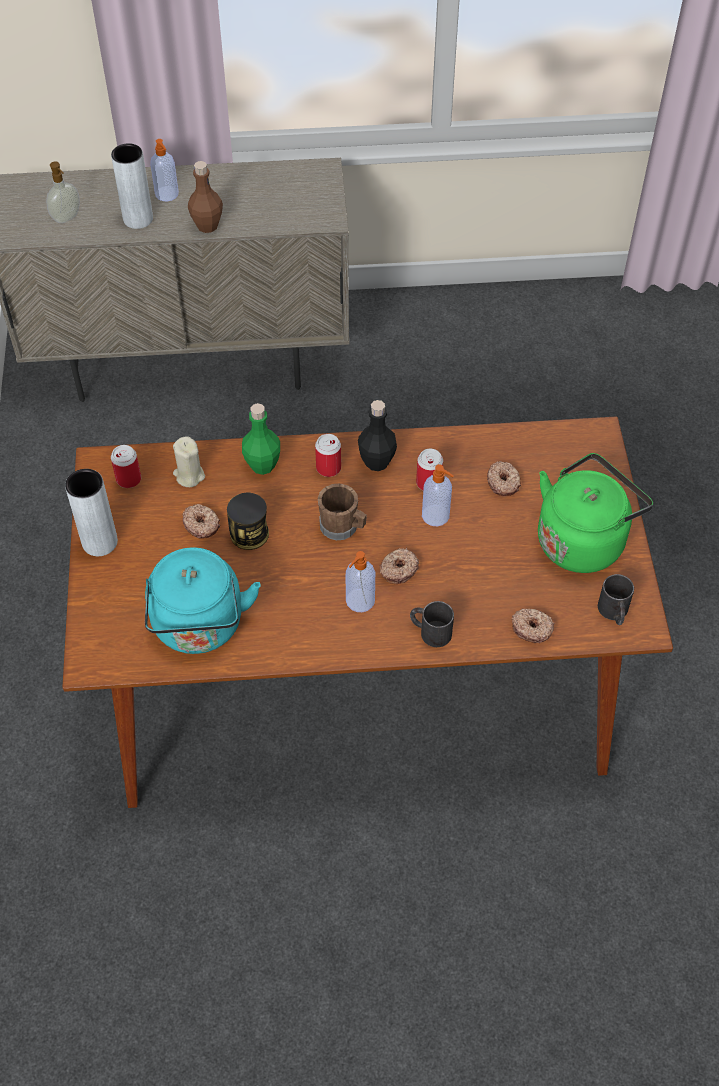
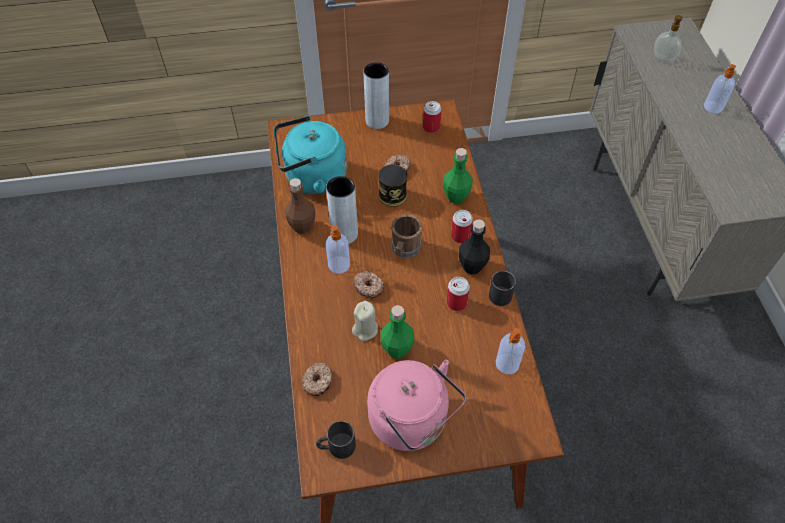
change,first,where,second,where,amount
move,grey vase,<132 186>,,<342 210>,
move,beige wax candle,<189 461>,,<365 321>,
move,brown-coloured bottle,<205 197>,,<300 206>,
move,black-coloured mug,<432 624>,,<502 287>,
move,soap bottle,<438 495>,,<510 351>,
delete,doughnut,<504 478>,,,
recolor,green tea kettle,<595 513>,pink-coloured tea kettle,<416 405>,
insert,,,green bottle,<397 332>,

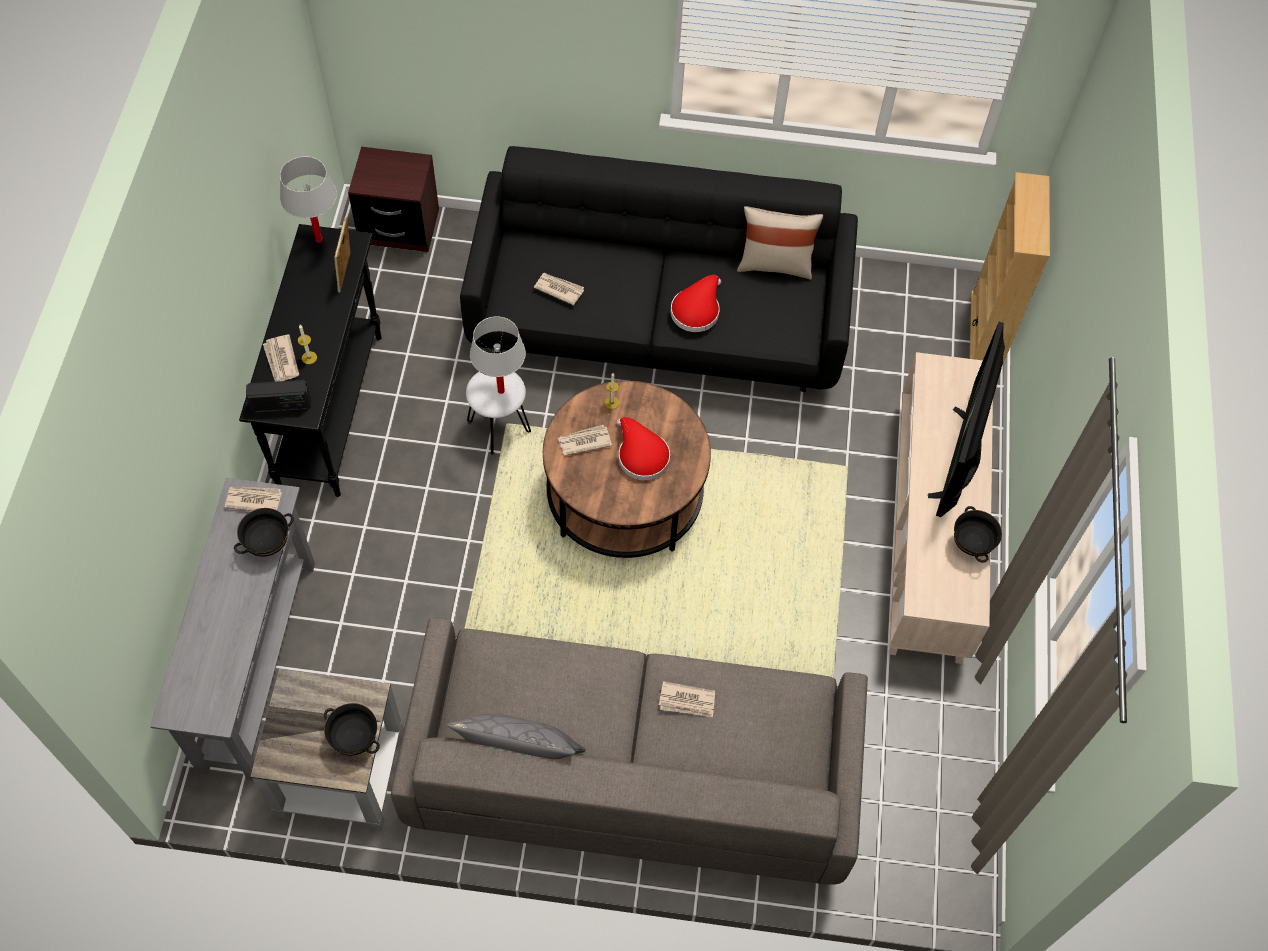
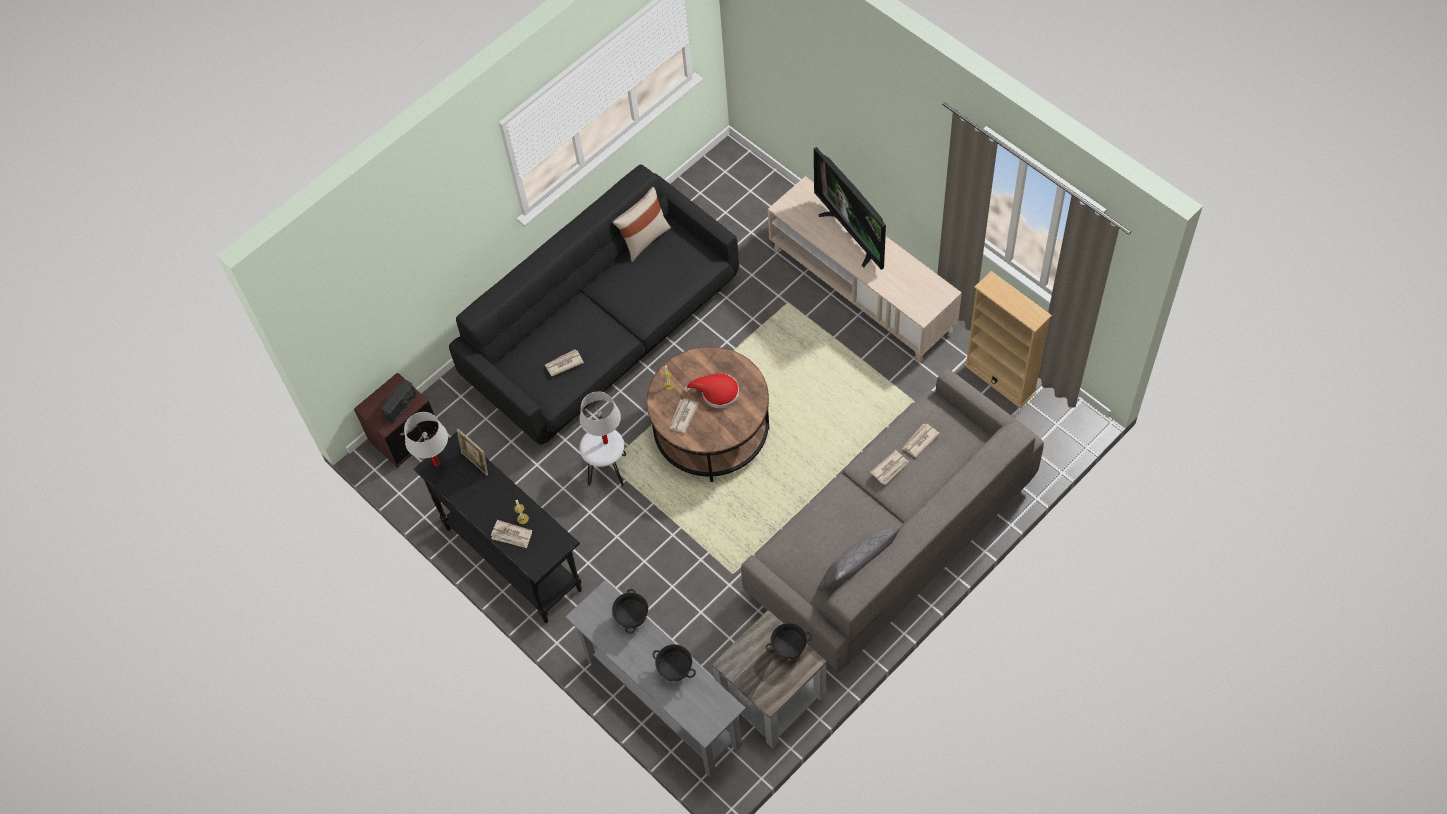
change,first,where,second,where,amount
move,printed paper,<253 499>,,<921 440>,
move,radio set,<278 396>,,<398 402>,
delete,red clothing hat,<696 303>,,,
move,black-coloured deep dish,<978 534>,,<674 662>,
move,beige shelving unit,<1010 267>,,<1008 339>,

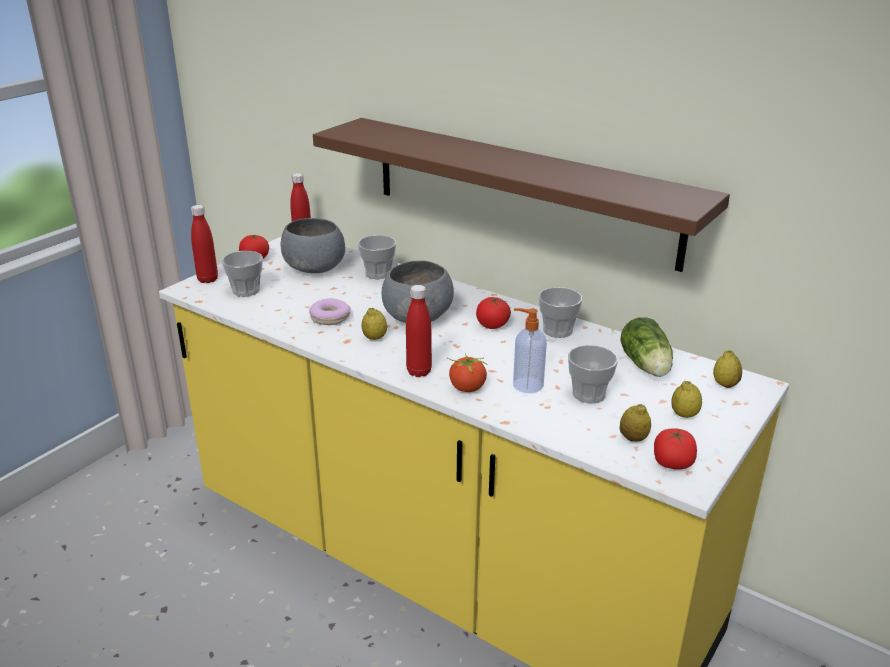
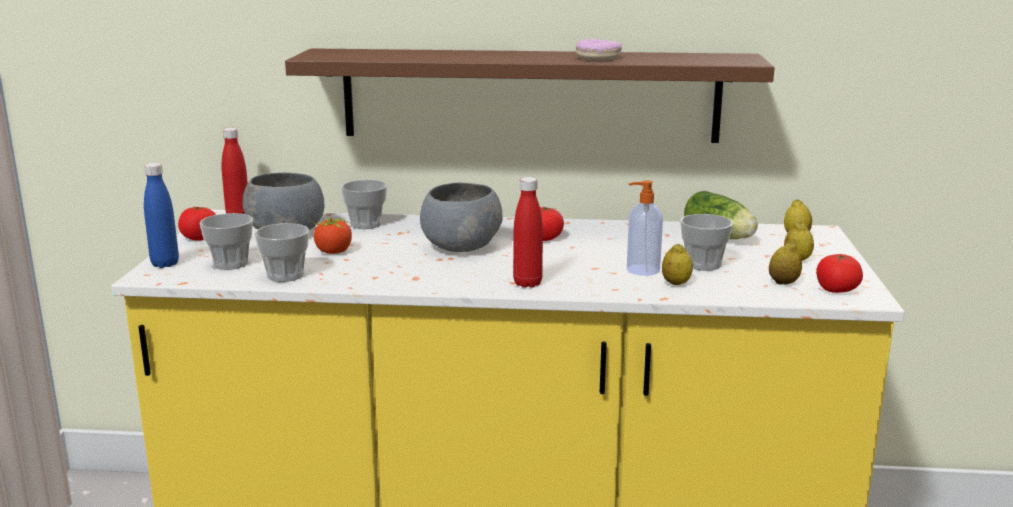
change,first,where,second,where,amount
recolor,red bottle,<204 244>,blue-coloured bottle,<161 215>,
move,doughnut,<330 311>,,<599 49>,
move,citrus fruit,<374 324>,,<677 264>,
move,tomato,<467 372>,,<331 235>,
move,small cup,<560 312>,,<281 252>,

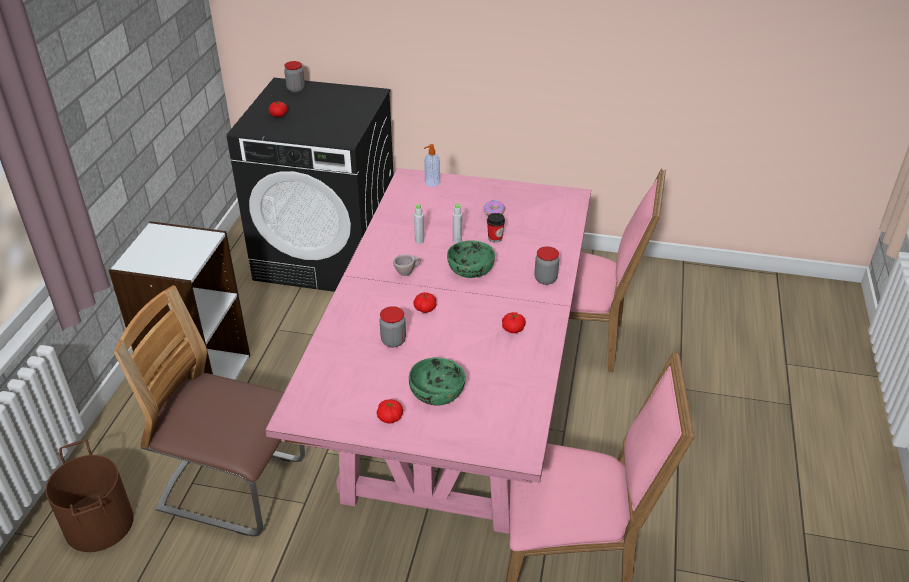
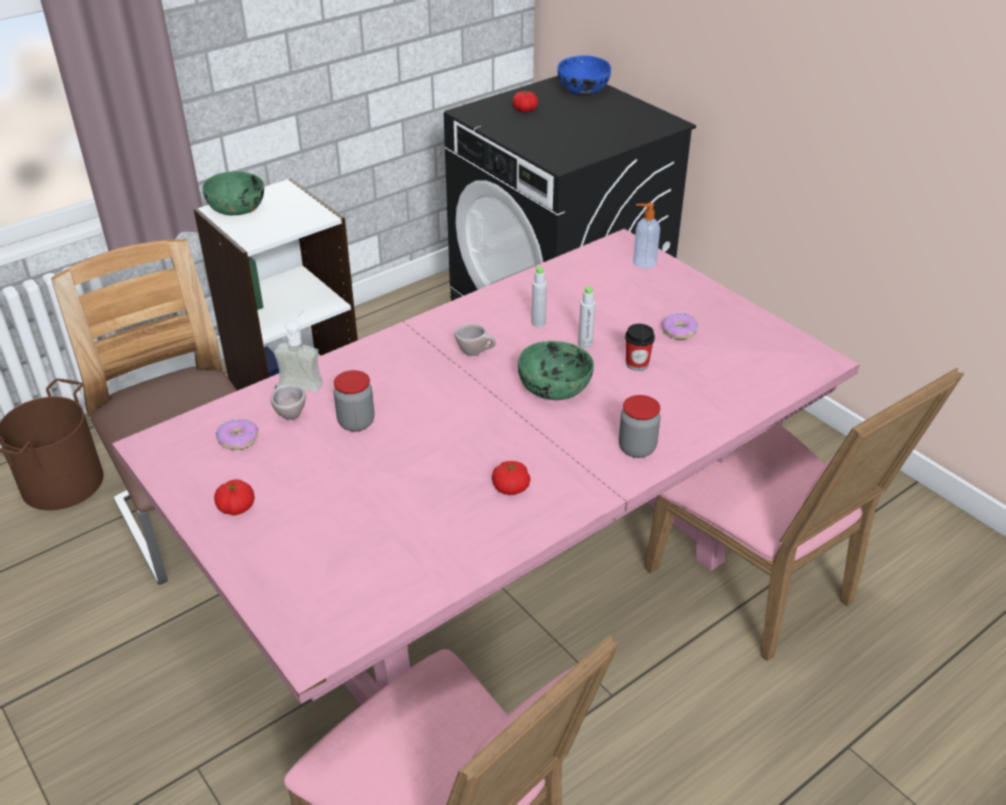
change,first,where,second,where,amount
replace,storage jar,<294 76>,blue-coloured deep dish,<584 75>,
move,green deep dish,<437 381>,,<233 193>,
delete,tomato,<424 302>,,,
insert,,,doughnut,<237 434>,
insert,,,beige small cup,<288 401>,
insert,,,soap bottle,<298 351>,

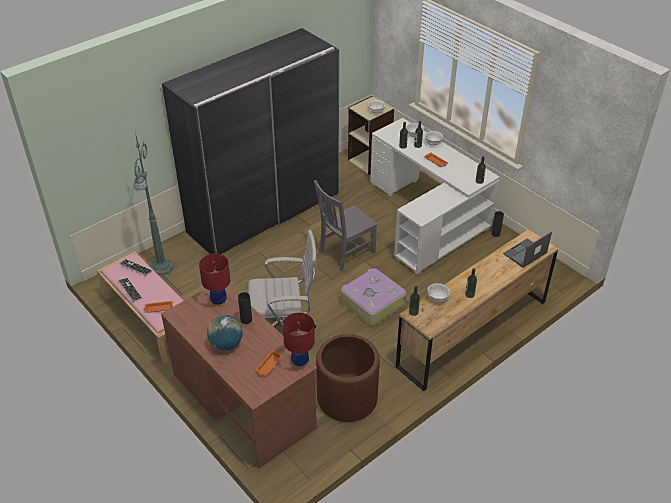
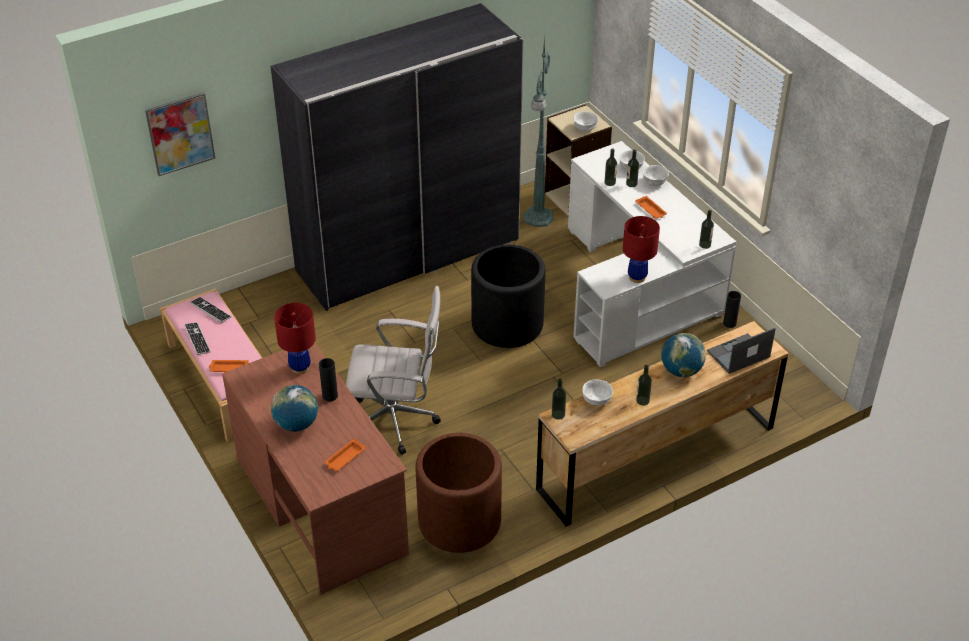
change,first,where,second,where,amount
move,green floor lamp,<154 203>,,<538 131>,
move,red tabletop lamp,<299 340>,,<641 249>,
replace,grey upright chair,<345 226>,black-coloured flower pot,<508 296>,
delete,suitcase,<373 297>,,,
insert,,,wall picture,<180 134>,
insert,,,world globe,<683 355>,

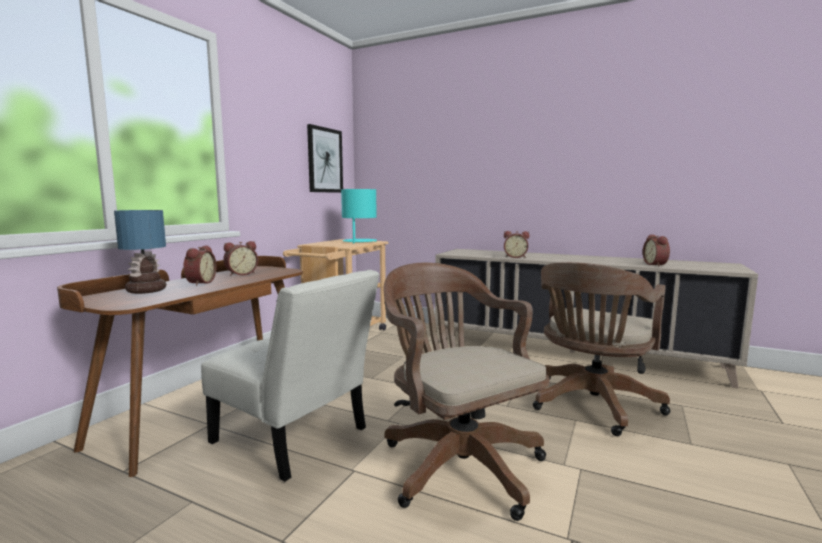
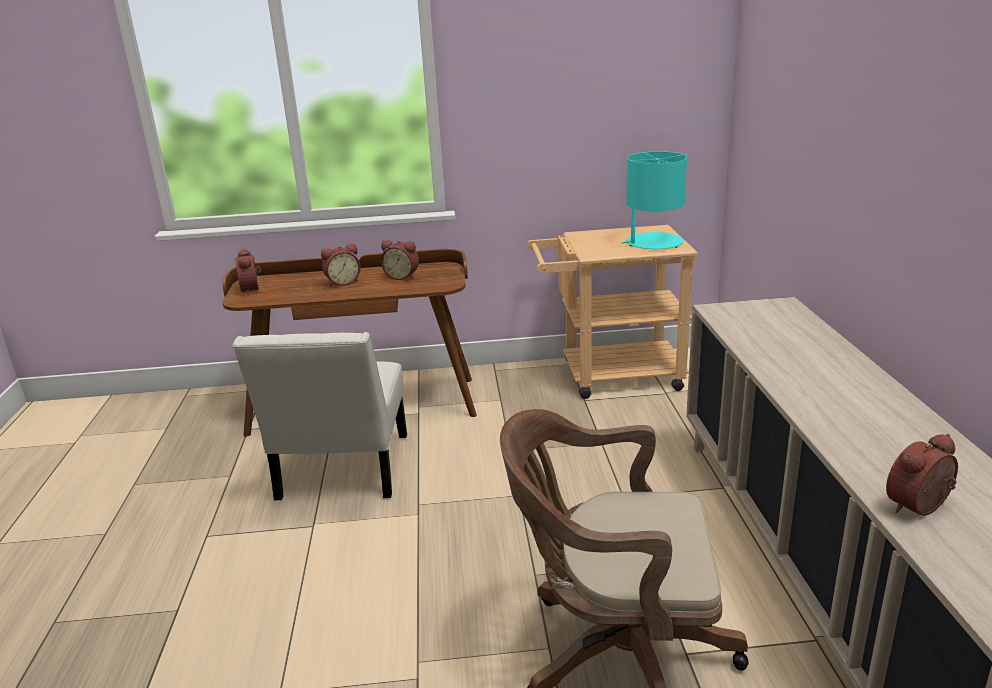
change,first,where,second,where,amount
delete,tabletop lamp,<140 252>,,,
delete,wall picture,<325 158>,,,
delete,brown-coloured computer chair,<466 392>,,,
move,bedside clock,<516 244>,,<248 272>,

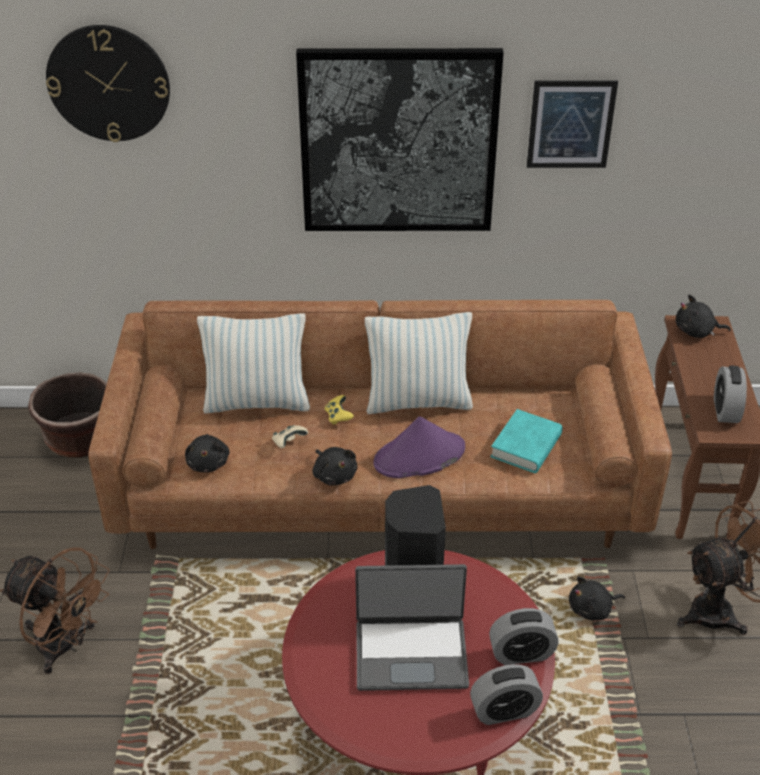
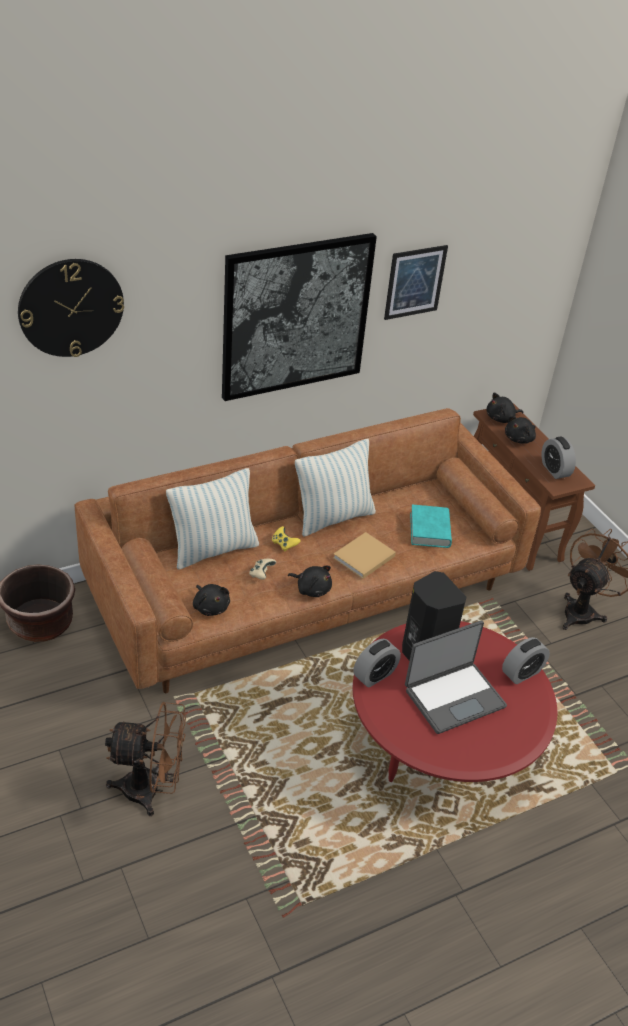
change,first,where,second,where,amount
replace,purple-coloured clothing hat,<419 447>,beige volume,<364 555>,
move,bedside clock,<506 694>,,<377 663>,
move,black-coloured cuddly toy,<597 598>,,<520 429>,

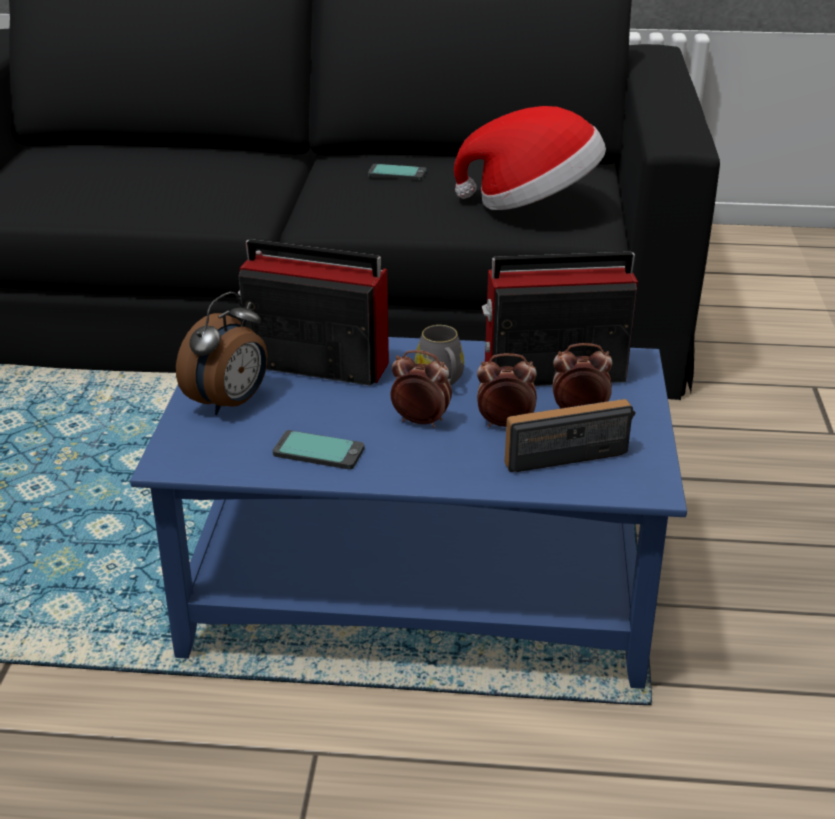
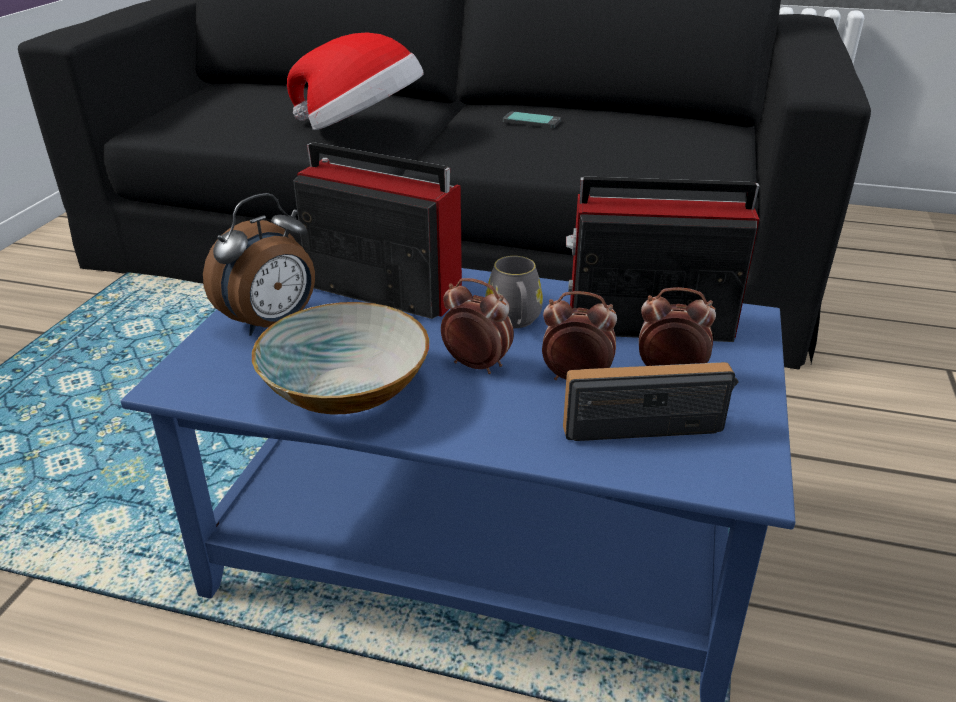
change,first,where,second,where,amount
replace,telephone,<319 450>,deep dish,<340 358>,
move,clothing hat,<530 158>,,<355 81>,

